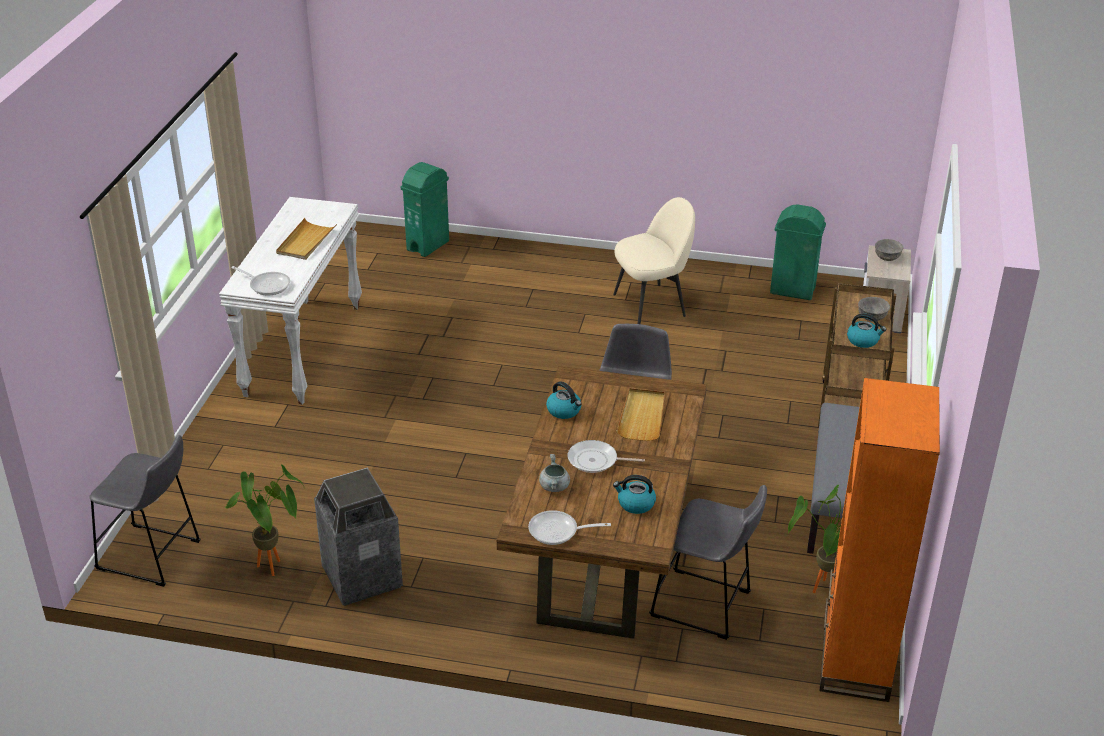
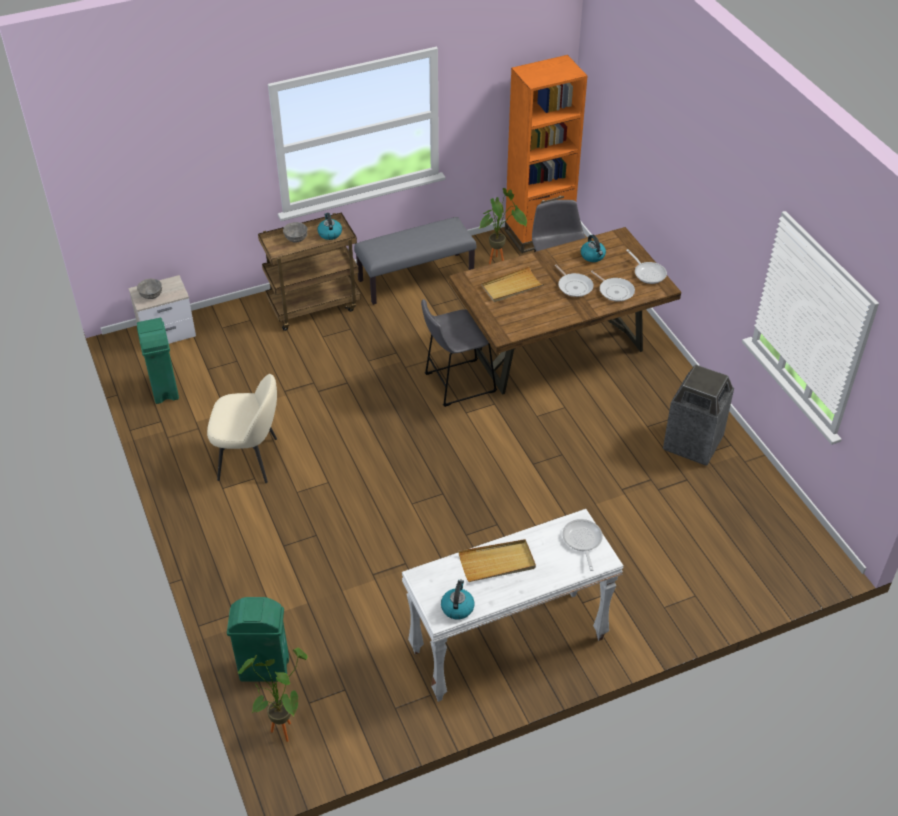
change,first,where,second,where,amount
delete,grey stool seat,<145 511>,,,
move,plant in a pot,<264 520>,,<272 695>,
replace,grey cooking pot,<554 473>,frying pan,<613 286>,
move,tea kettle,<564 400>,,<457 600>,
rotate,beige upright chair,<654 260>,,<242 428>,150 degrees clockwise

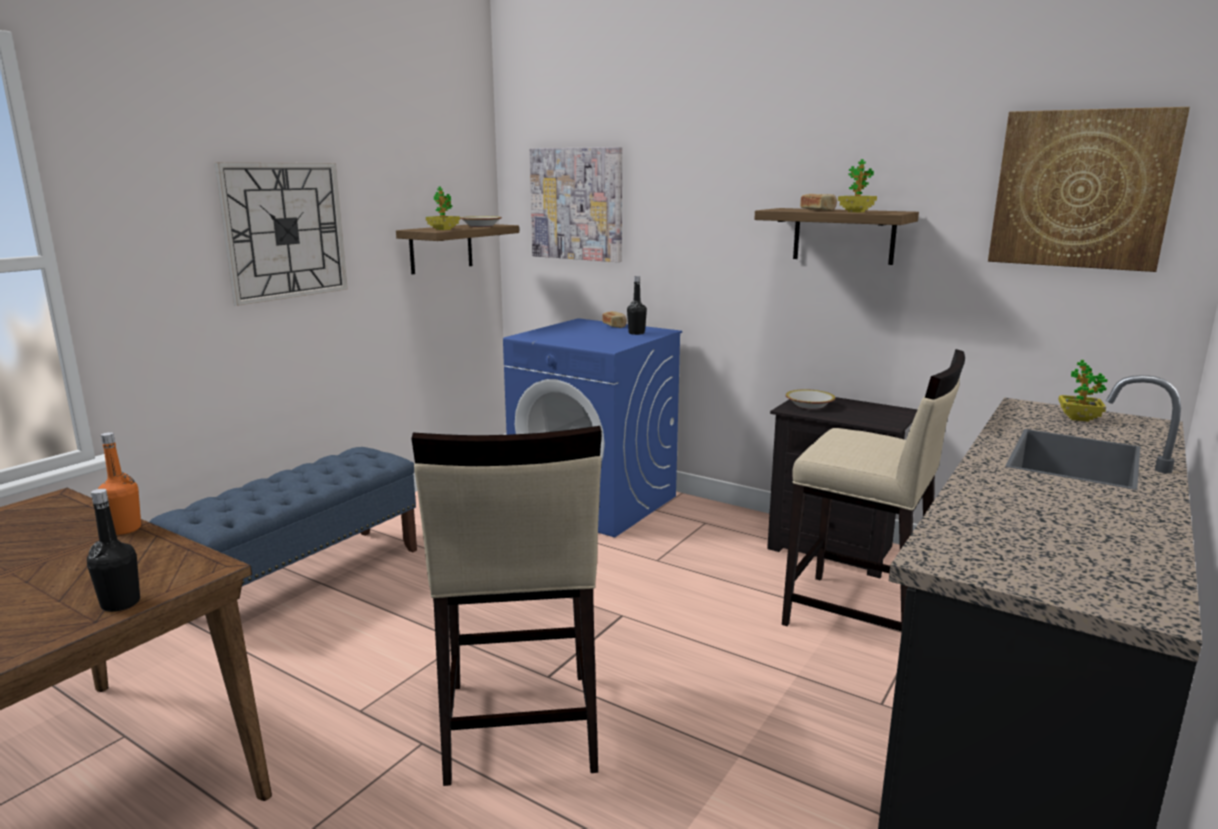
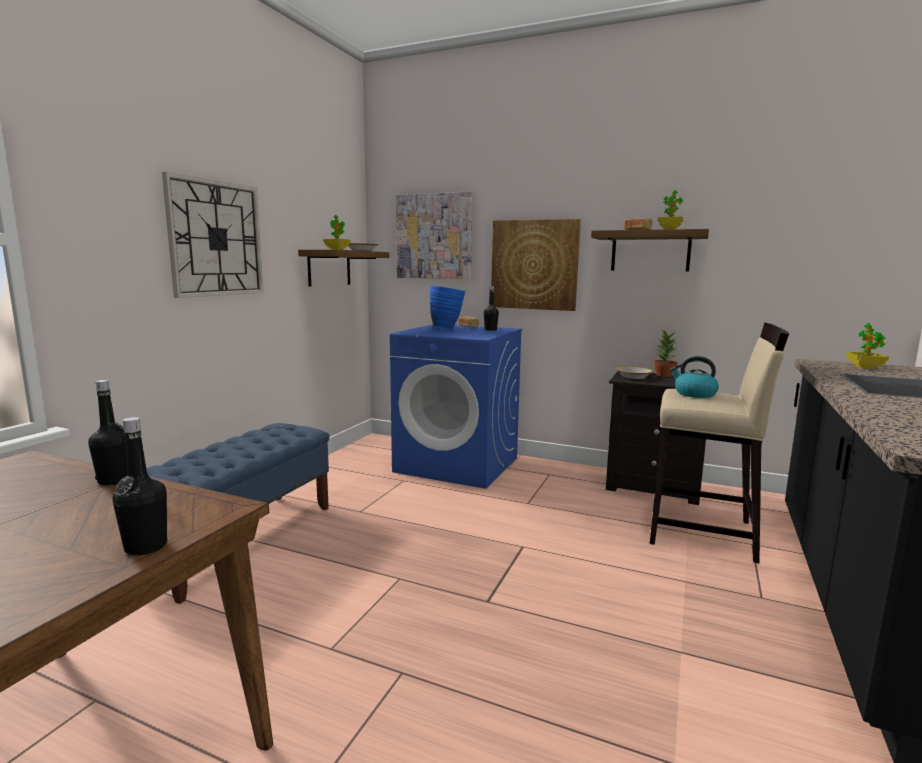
change,first,where,second,where,amount
recolor,orange-coloured bottle,<119 483>,black-coloured bottle,<108 432>,
delete,beige stool seat,<506 606>,,,
move,wall picture,<1089 189>,,<536 265>,
insert,,,blue-coloured vase,<447 308>,
insert,,,plant in a pot,<666 353>,
insert,,,tea kettle,<694 377>,

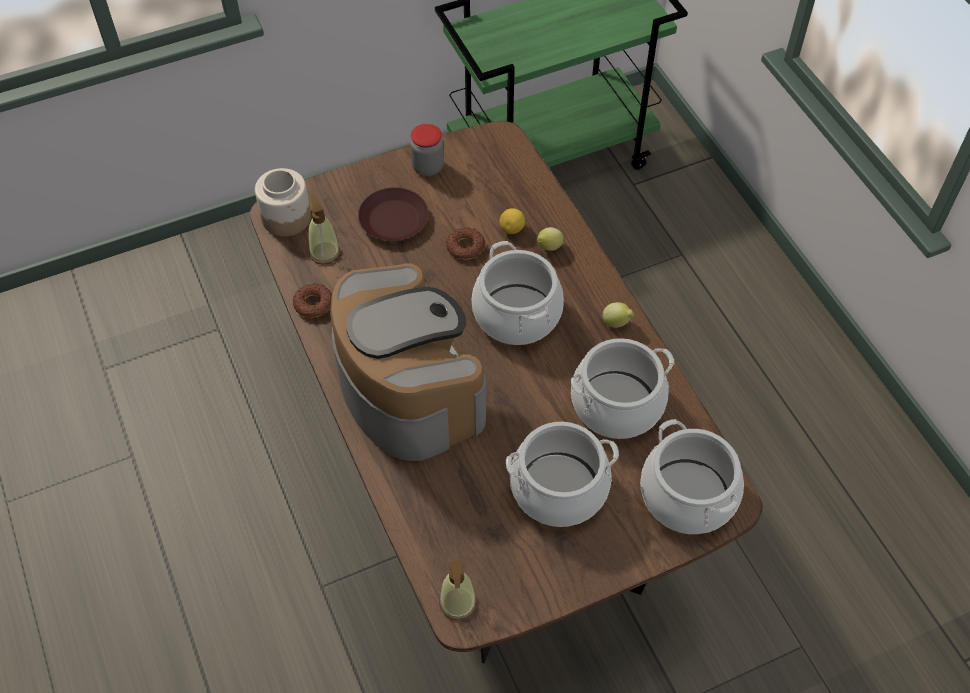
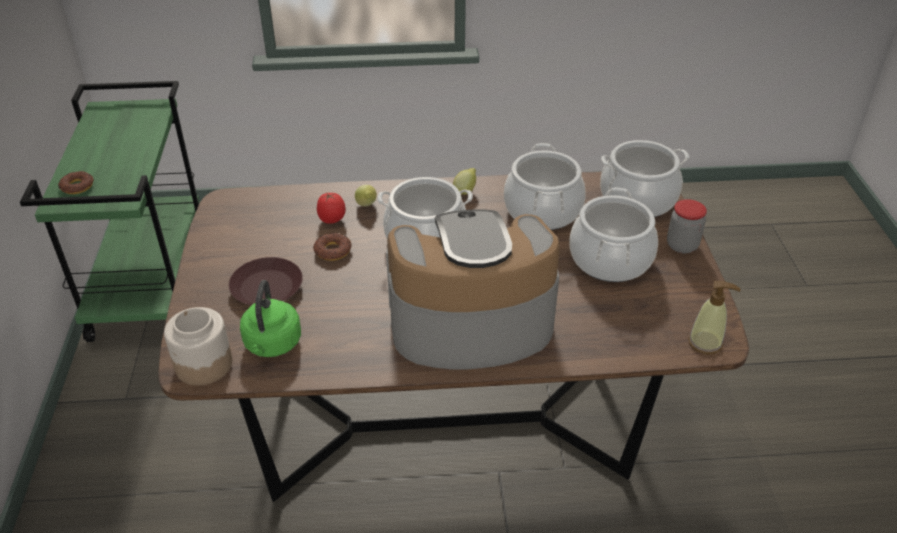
change,first,where,second,where,amount
move,doughnut,<312 300>,,<76 182>,
replace,soap bottle,<324 229>,green tea kettle,<270 318>,
move,storage jar,<427 150>,,<687 226>,
replace,citrus fruit,<512 221>,tomato,<331 208>,

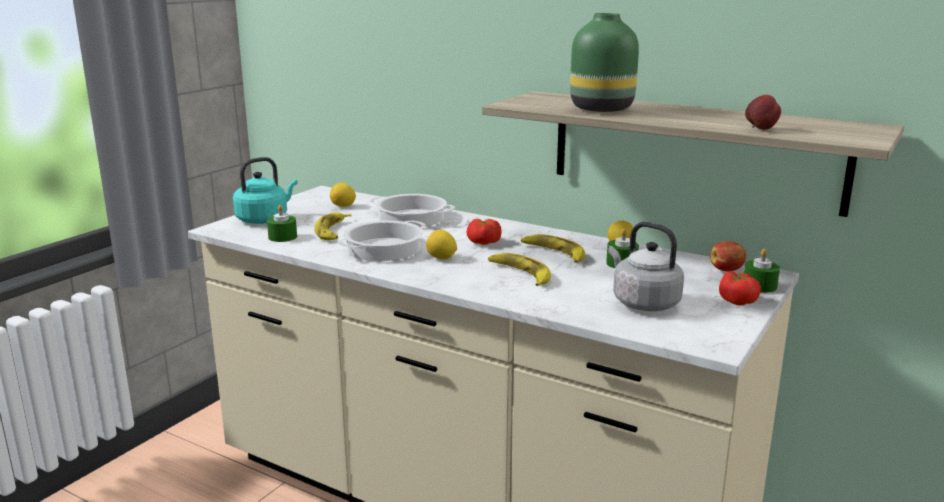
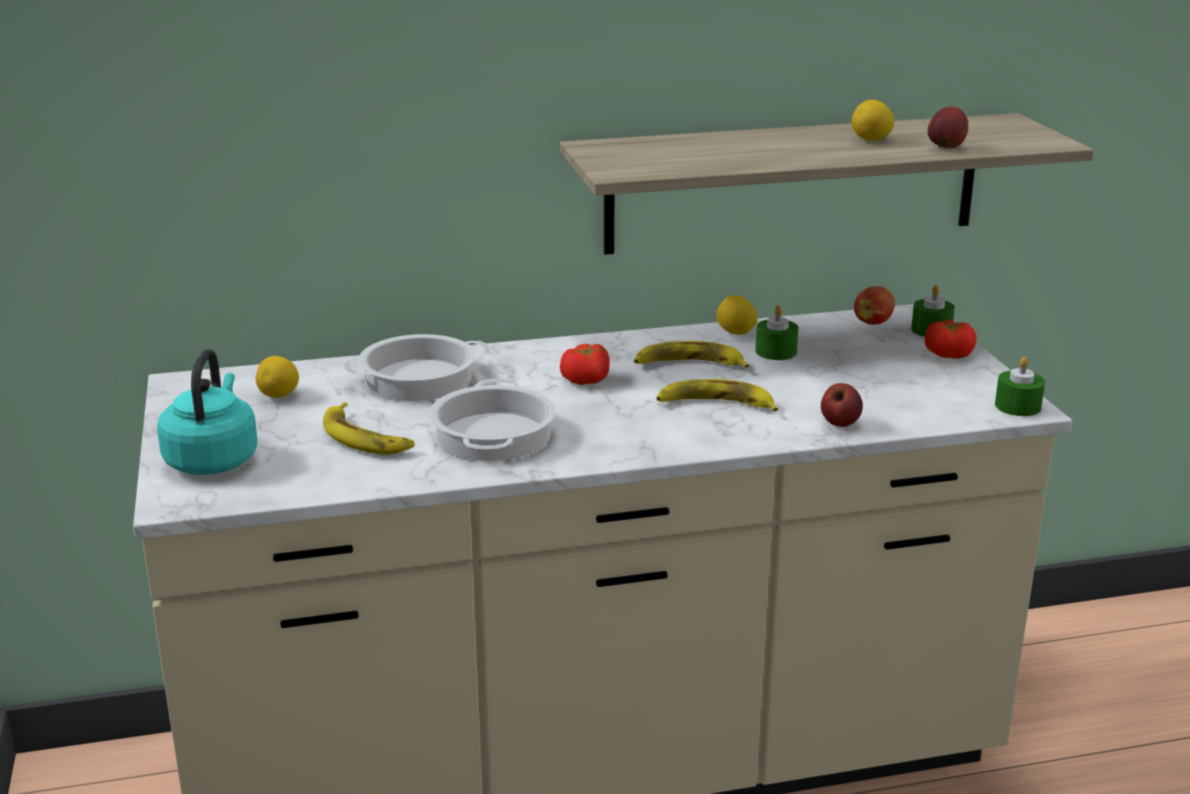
change,first,where,second,where,amount
move,green wax candle,<282 223>,,<1020 386>,
move,citrus fruit,<441 244>,,<873 120>,
delete,green vase,<604 62>,,,
delete,grey tea kettle,<646 266>,,,
insert,,,apple,<842 405>,

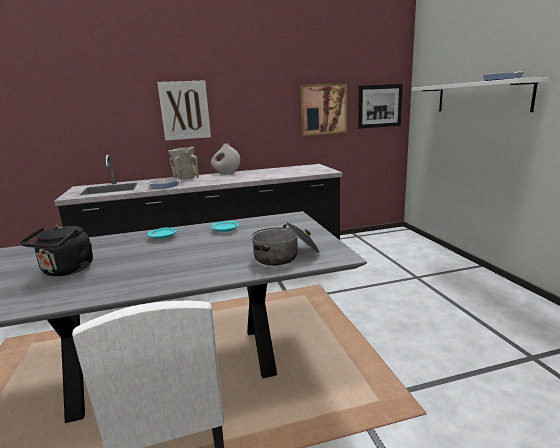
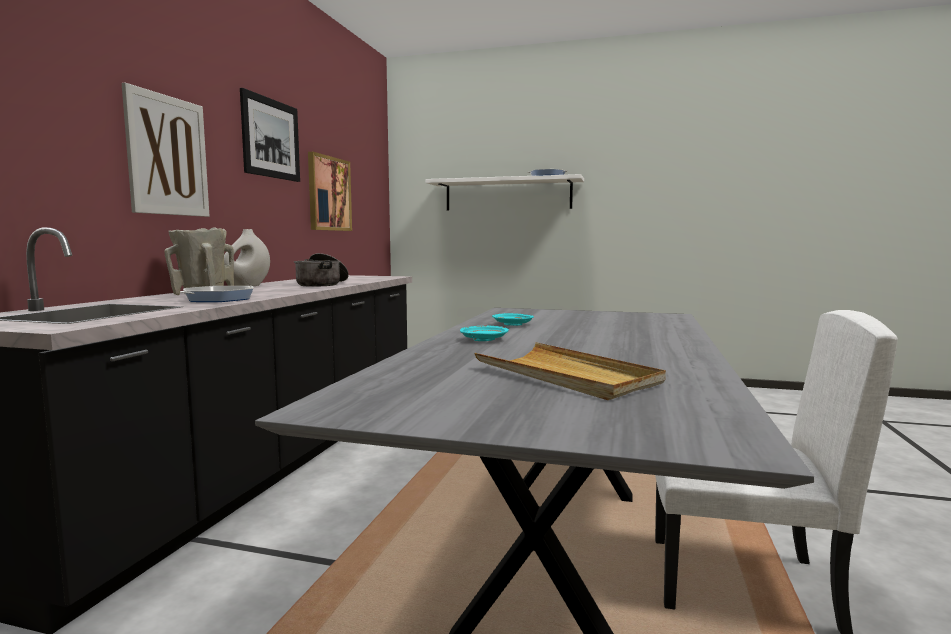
change,first,where,second,where,amount
replace,black-coloured tea kettle,<56 250>,beige carrying tray,<570 371>,
move,cooking pot,<285 244>,,<321 270>,
move,wall picture,<380 106>,,<270 135>,

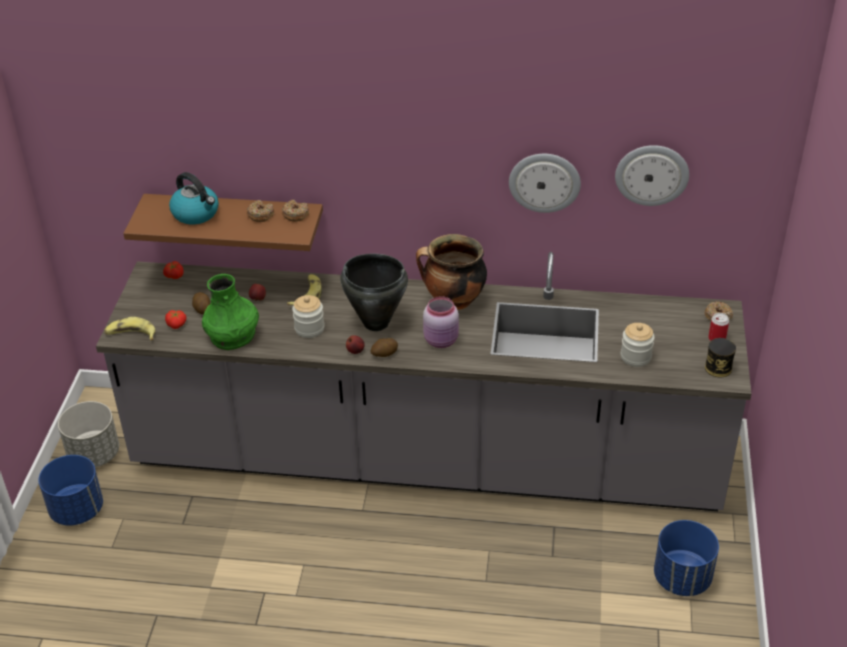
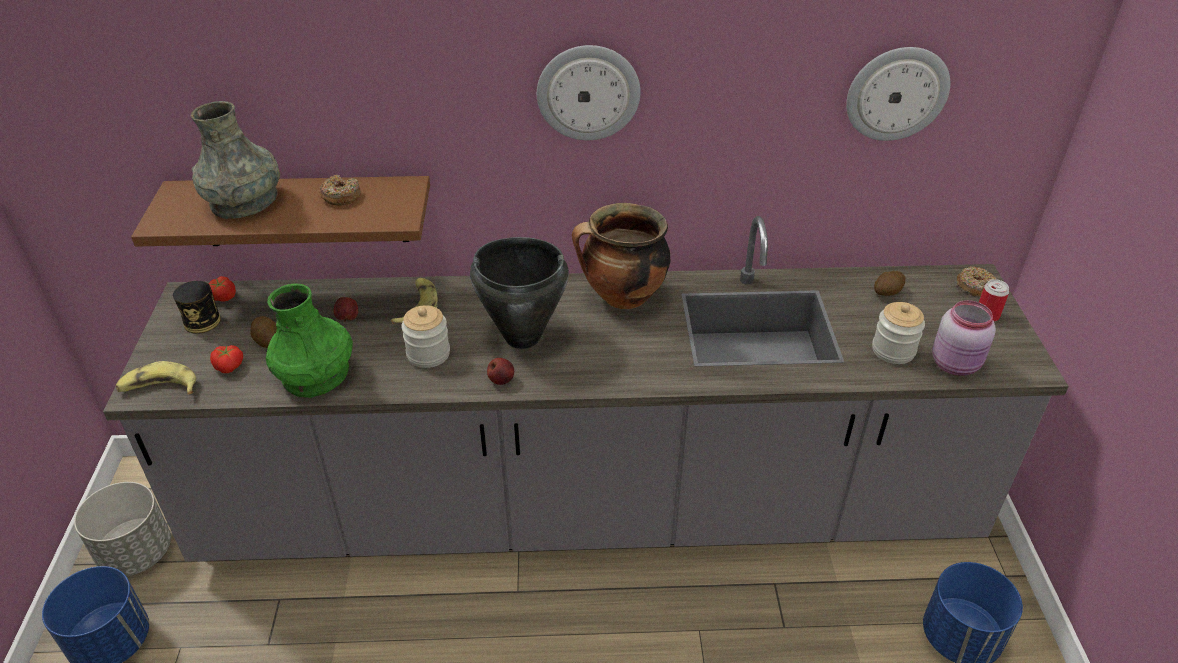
change,first,where,second,where,amount
replace,tea kettle,<194 198>,grey vase,<235 160>,
delete,doughnut,<295 211>,,,
move,potato,<384 347>,,<889 283>,
move,pink-coloured storage jar,<441 322>,,<964 338>,
move,wall clock,<545 183>,,<589 92>,
move,sealed can,<720 358>,,<197 307>,

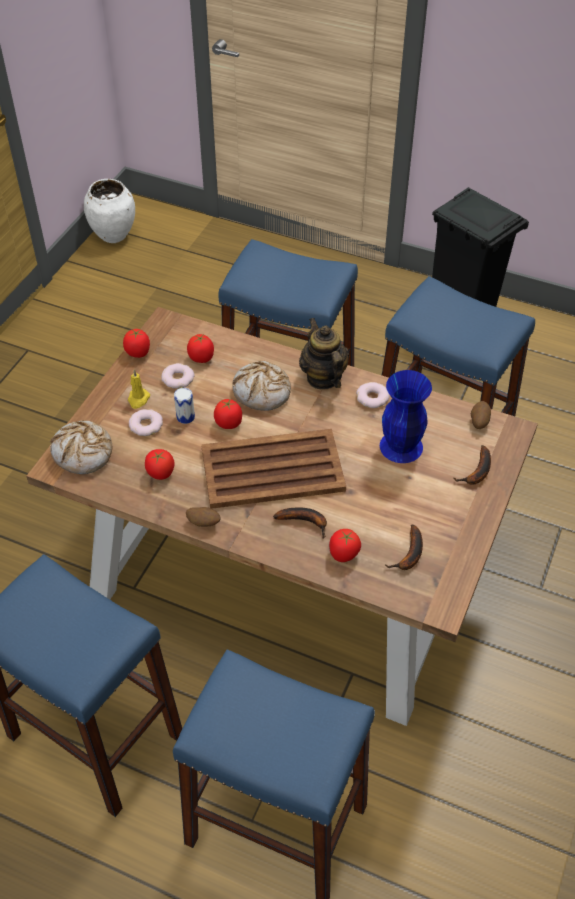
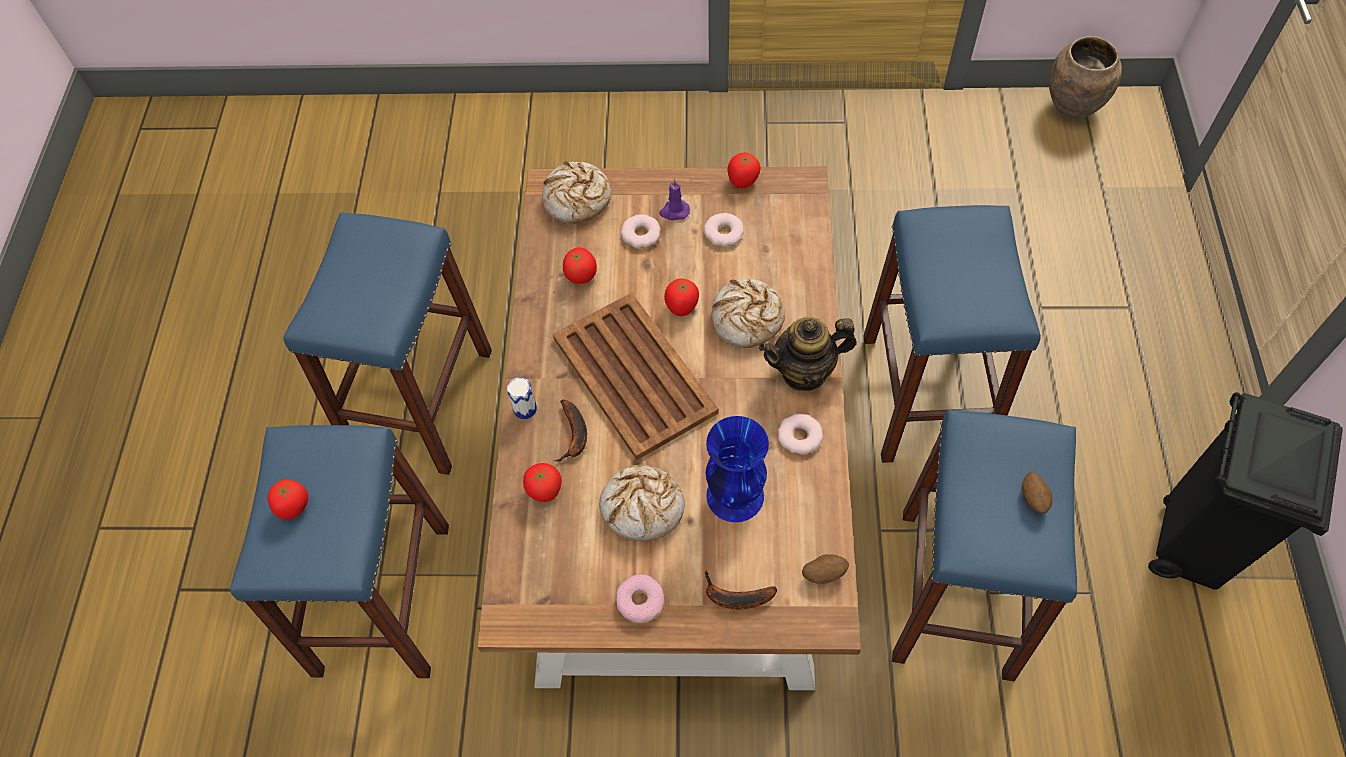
change,first,where,second,where,amount
recolor,whitish vase,<109 211>,brown-coloured vase,<1085 78>,
recolor,yellow-coloured wax candle,<139 389>,purple-coloured wax candle,<674 199>,
move,sealed can,<184 406>,,<522 398>,
move,potato,<203 517>,,<1037 493>,
move,tomato,<200 348>,,<288 499>,
rotate,pot for tea,<324 354>,,<808 354>,150 degrees counterclockwise
delete,banana fruit,<404 547>,,,
insert,,,bread,<642 503>,
insert,,,doughnut,<640 598>,

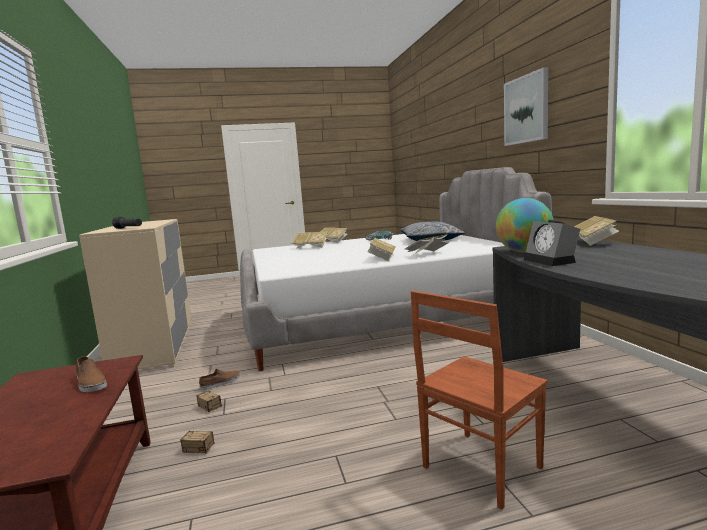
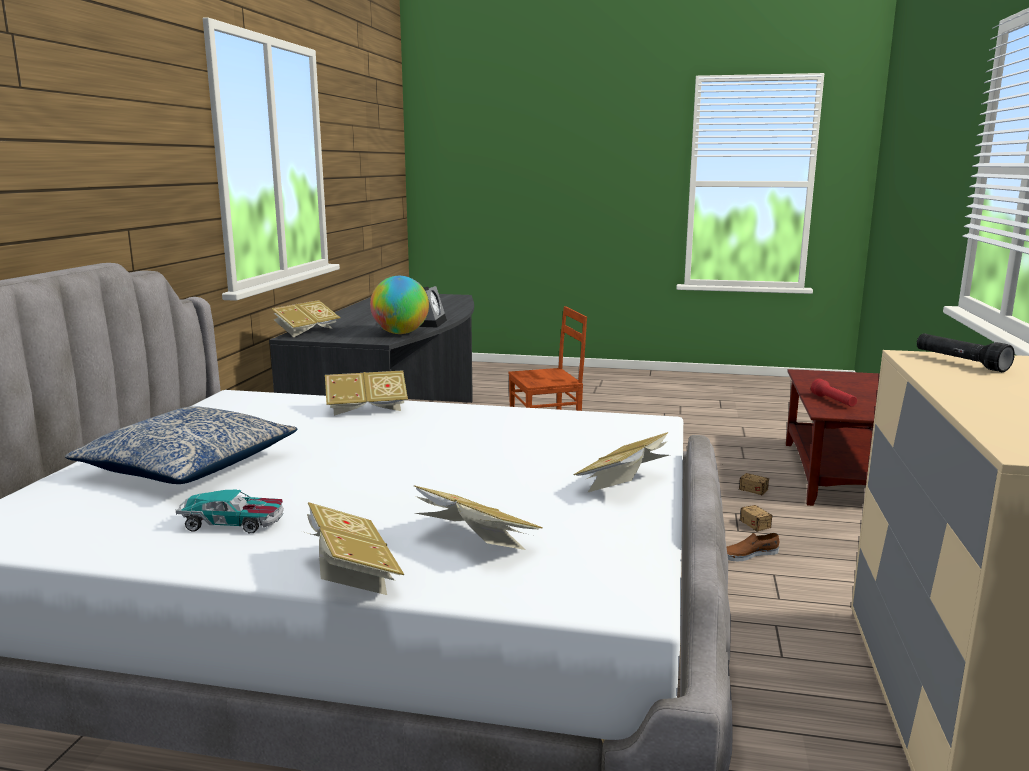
change,first,where,second,where,amount
replace,brown-coloured low shoe,<91 374>,red torch,<834 393>,
move,volume,<381 249>,,<621 462>,
delete,wall picture,<526 106>,,,

